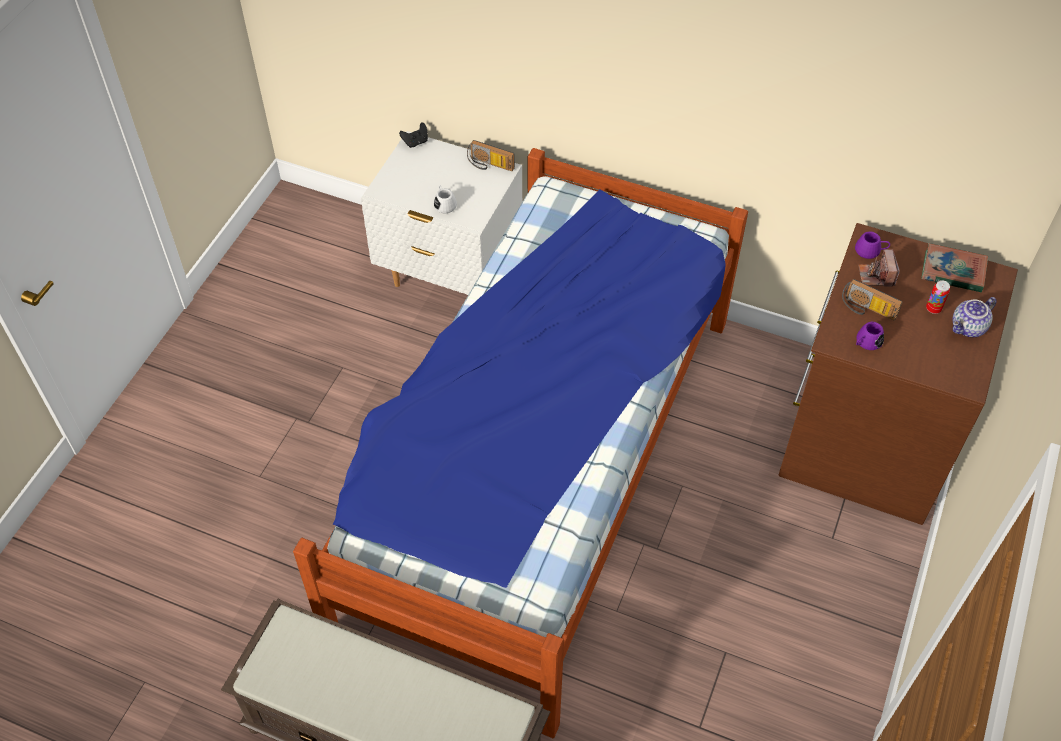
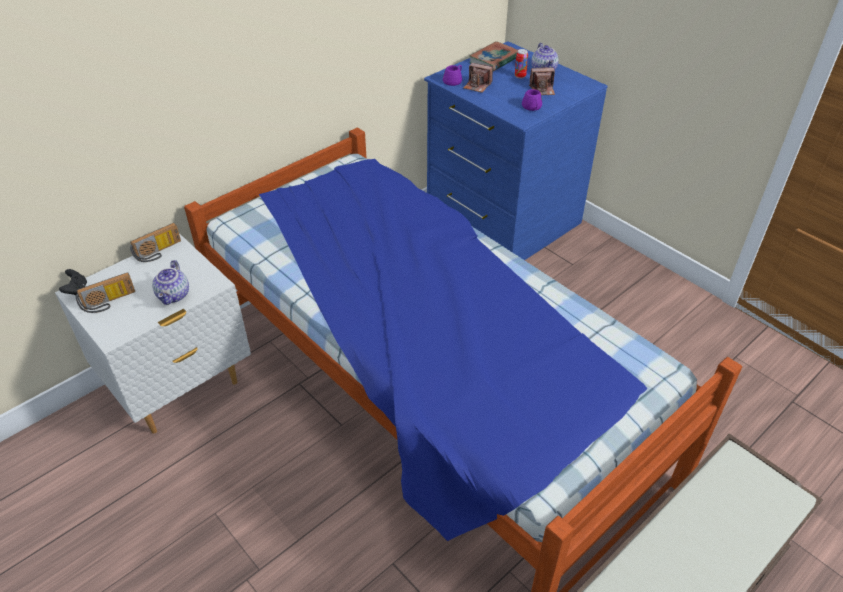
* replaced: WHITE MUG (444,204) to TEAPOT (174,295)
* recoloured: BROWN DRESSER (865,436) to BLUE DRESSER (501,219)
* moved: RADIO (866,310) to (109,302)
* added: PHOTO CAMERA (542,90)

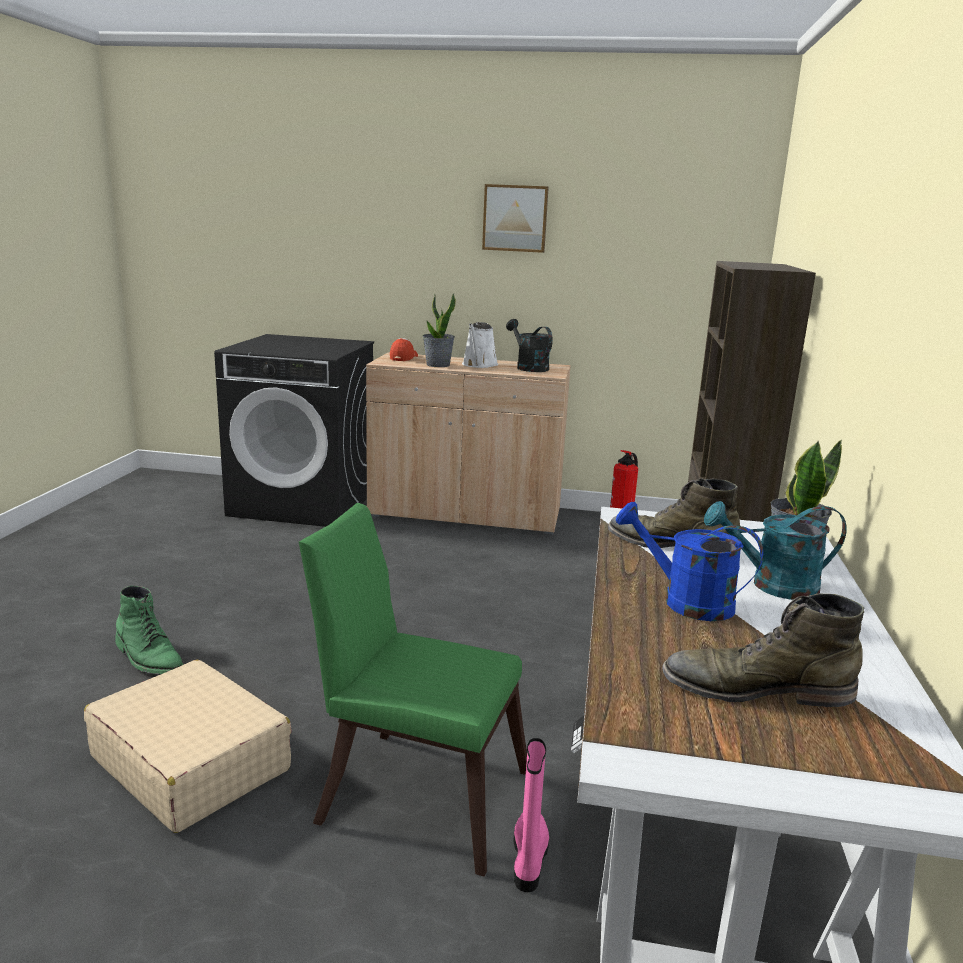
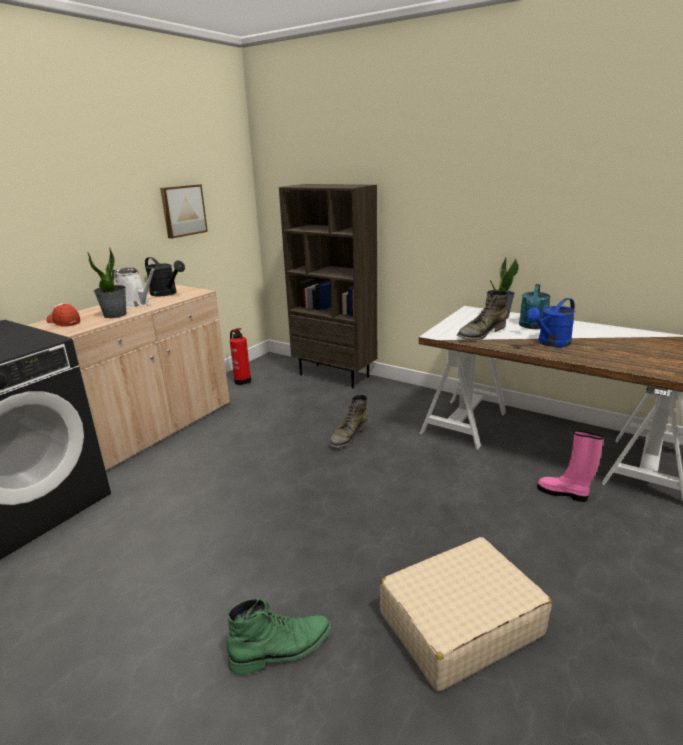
* removed: GREEN CHAIR (414,791)
* moved: PICTURE (515,218) to (183,210)
* turned: BLACK WATERING CAN (528,367) = (167,293) 135 degrees counterclockwise
* moved: GREEN BOOT (755,688) to (348,435)

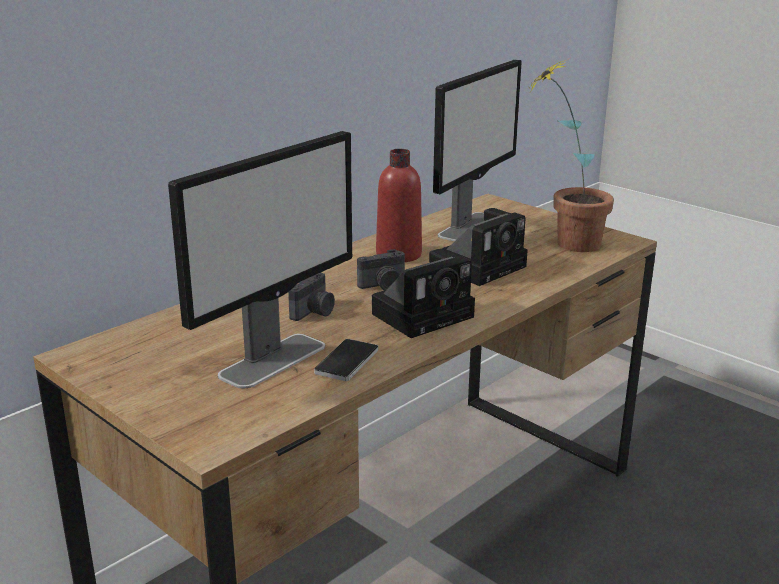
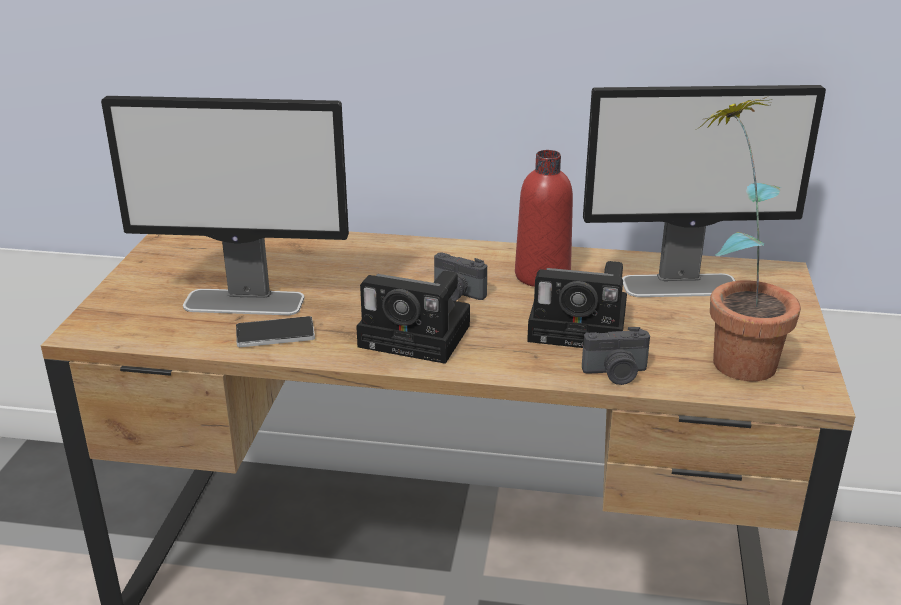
* moved: PHOTO CAMERA (314,312) to (616,374)

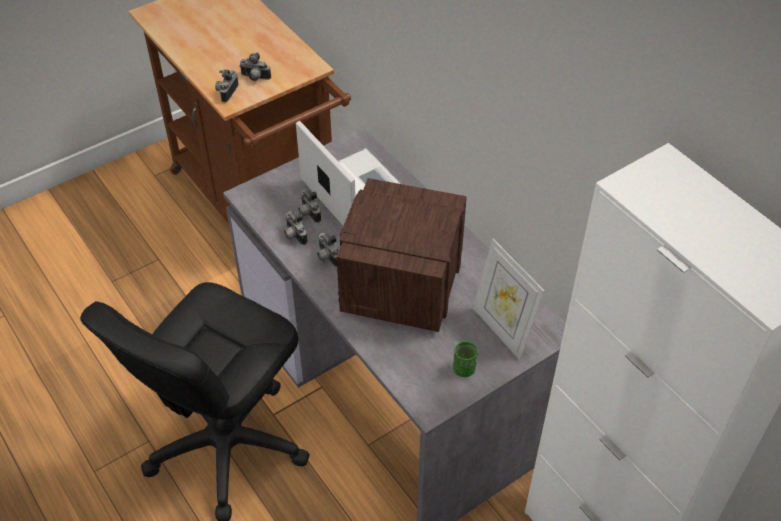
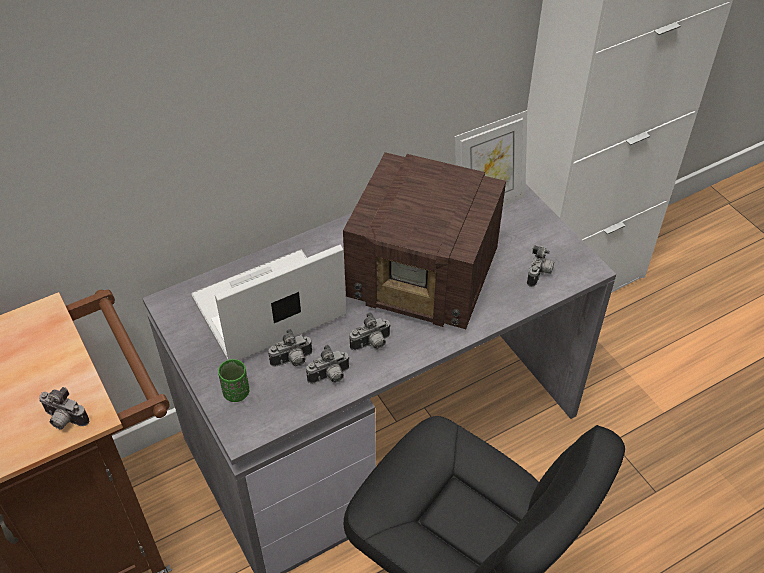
* moved: PHOTO CAMERA (255,78) to (539,274)
* moved: GREEN CUP (464,369) to (236,392)

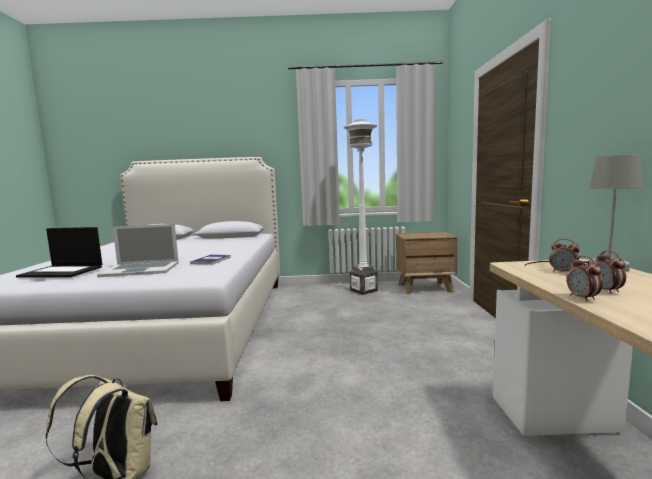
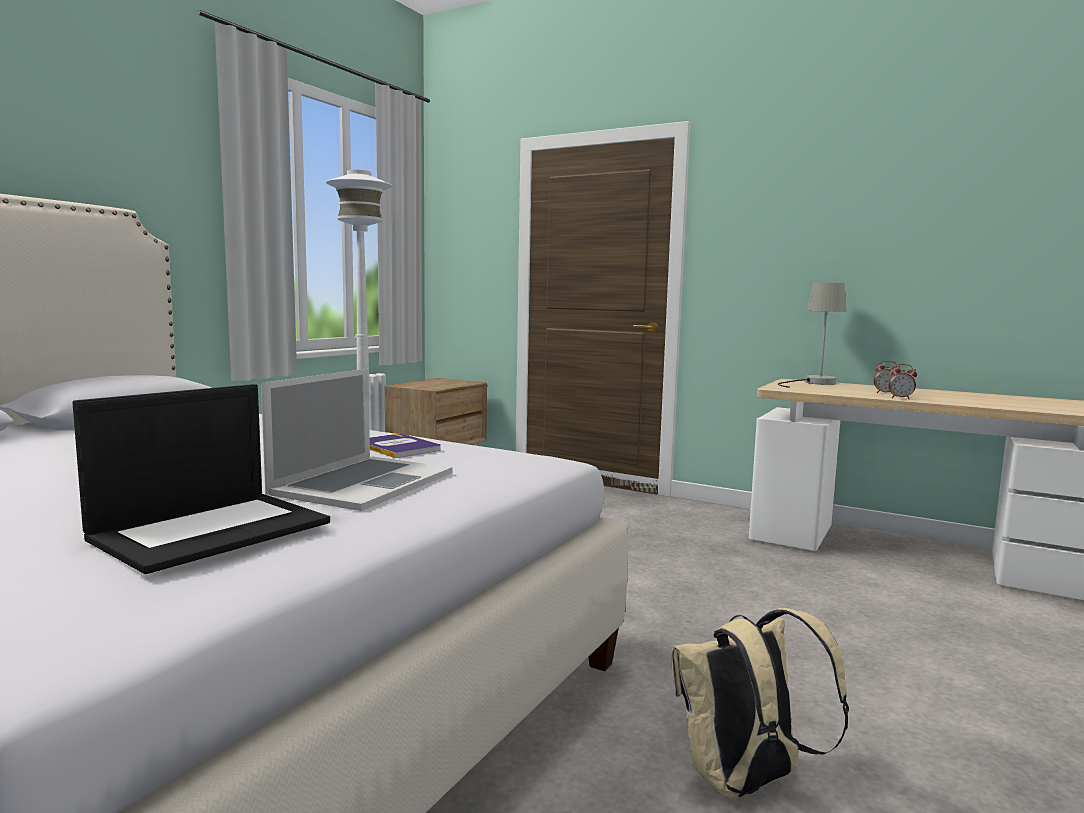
* removed: ALARM CLOCK (563,272)

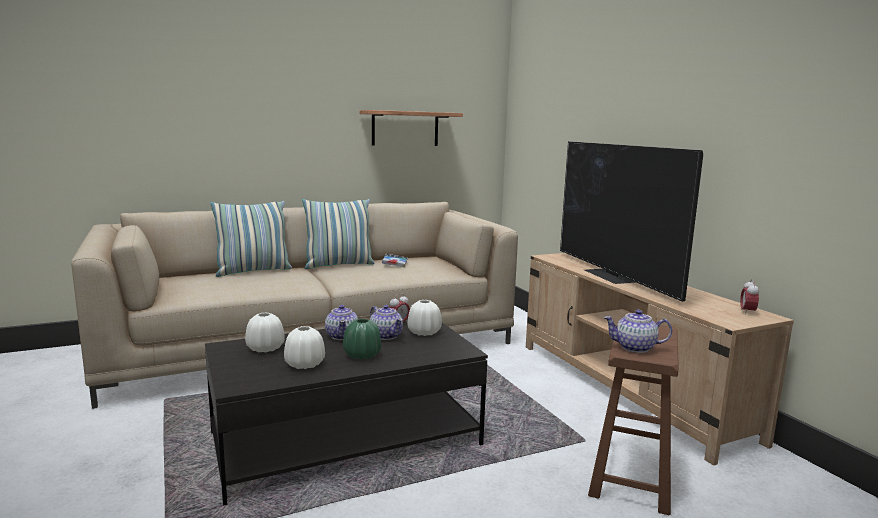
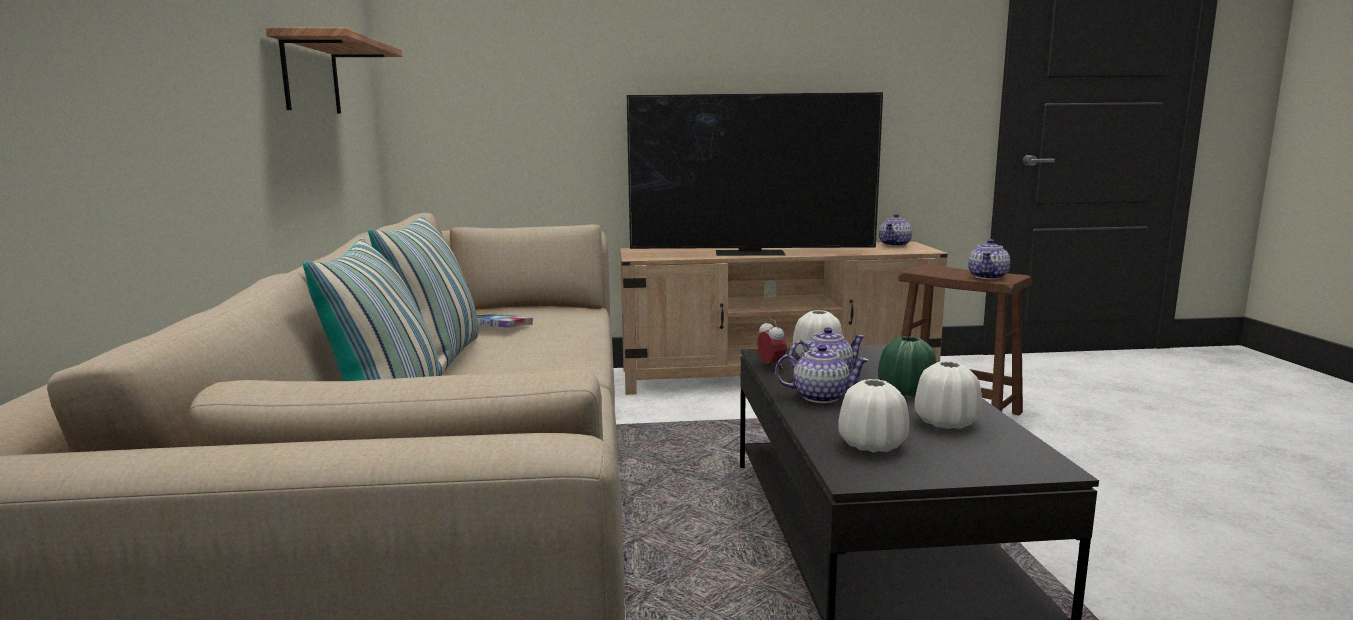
* replaced: ALARM CLOCK (747,312) to TEAPOT (895,244)

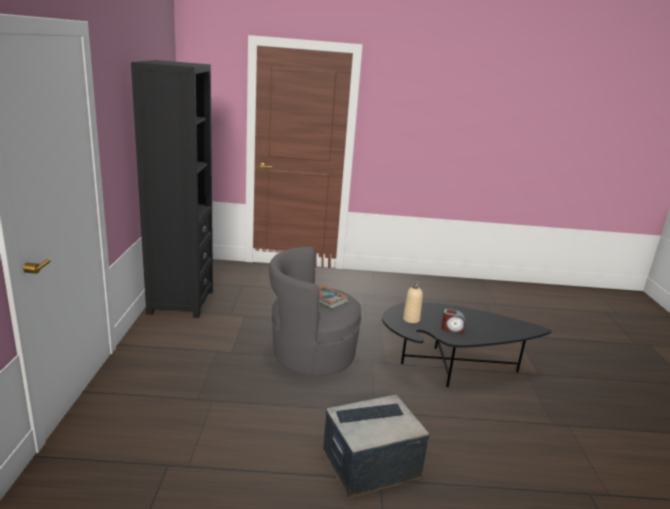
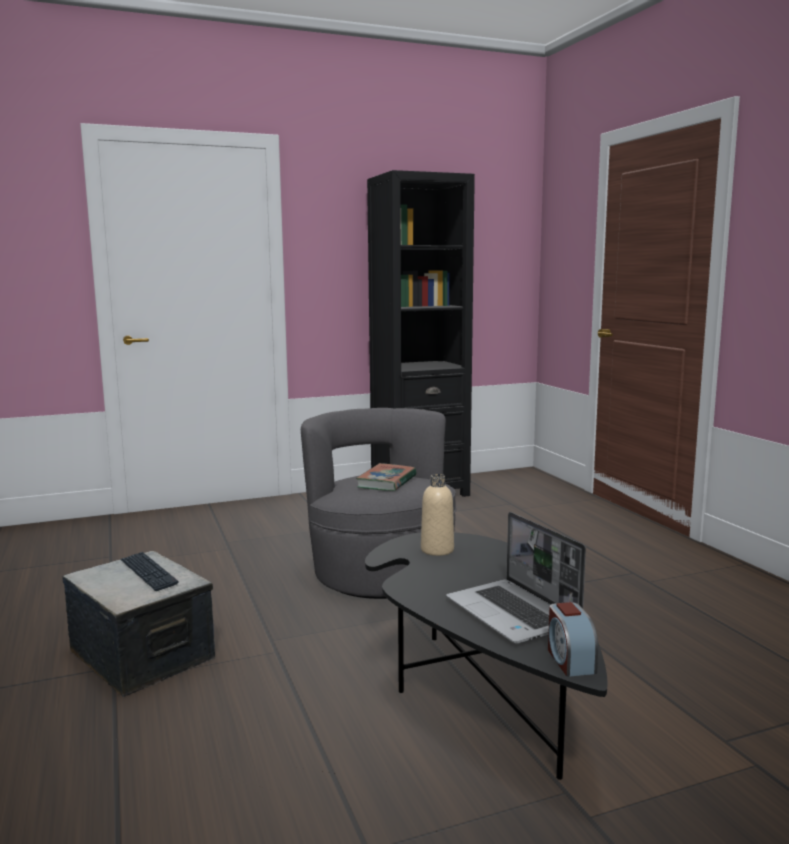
* moved: ALARM CLOCK (452,329) to (570,660)
* added: LAPTOP (514,613)

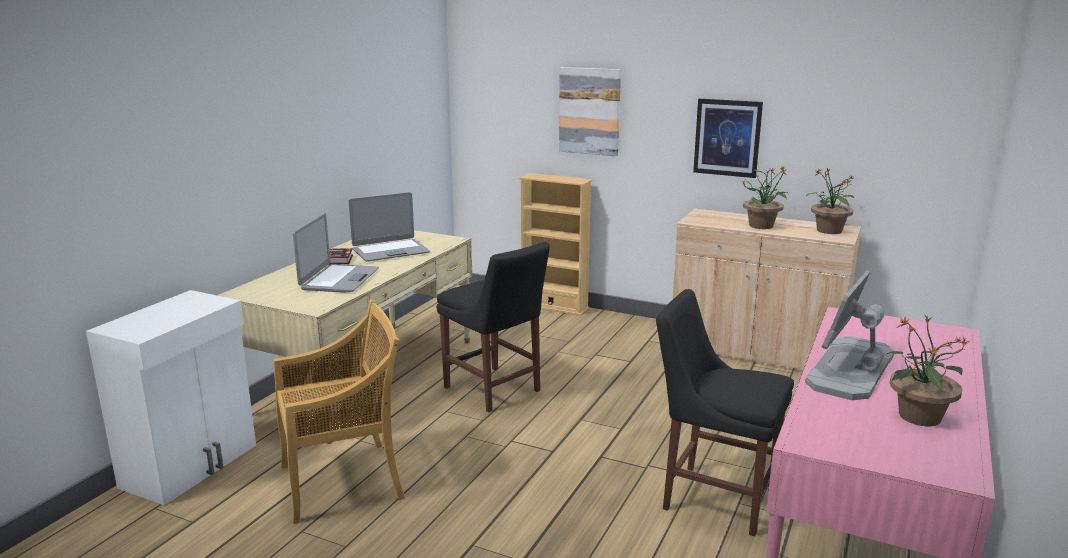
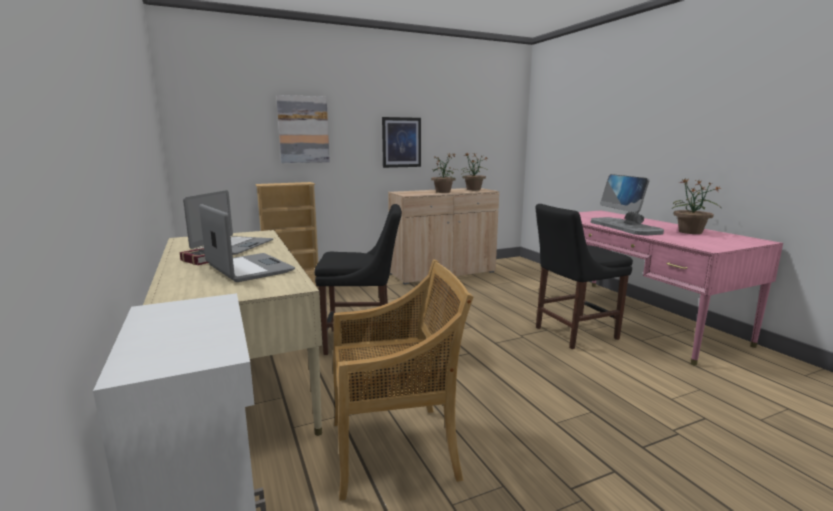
* turned: BEIGE CHAIR (344,481) = (396,448) 60 degrees clockwise

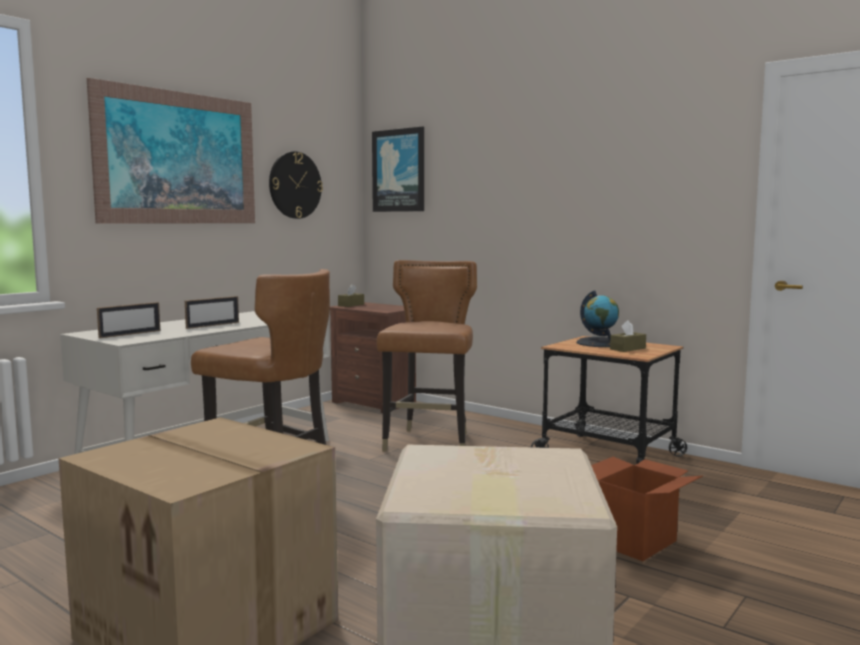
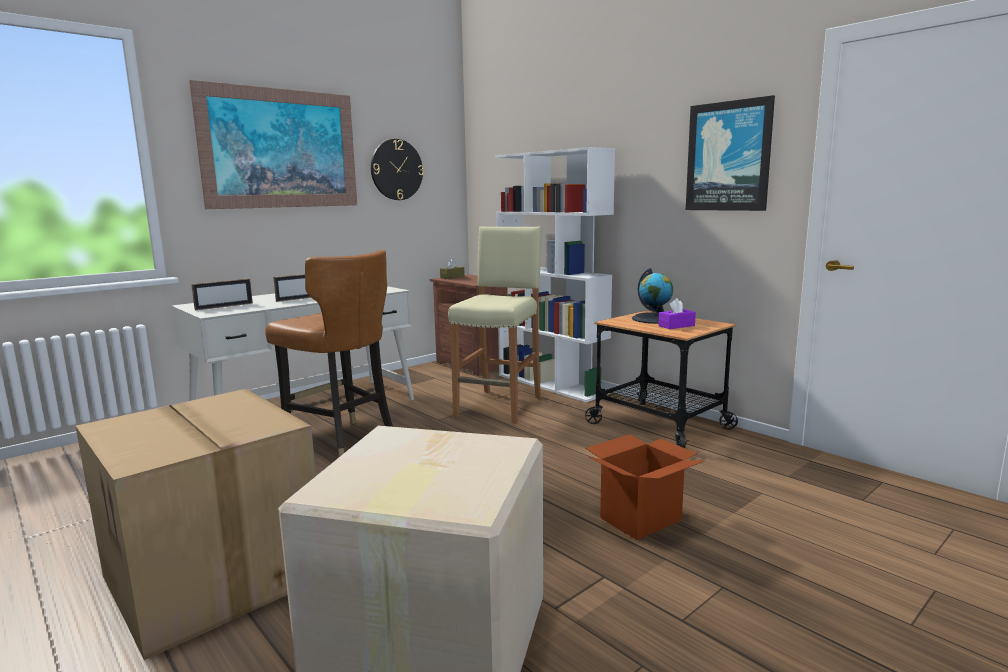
* moved: PICTURE (399,170) to (728,156)
* replaced: BROWN CHAIR (430,443) to BEIGE STOOL (500,406)
* recoloured: BROWN TISSUE BOX (627,349) to PURPLE TISSUE BOX (676,326)
* added: WHITE BOOKCASE (552,384)

